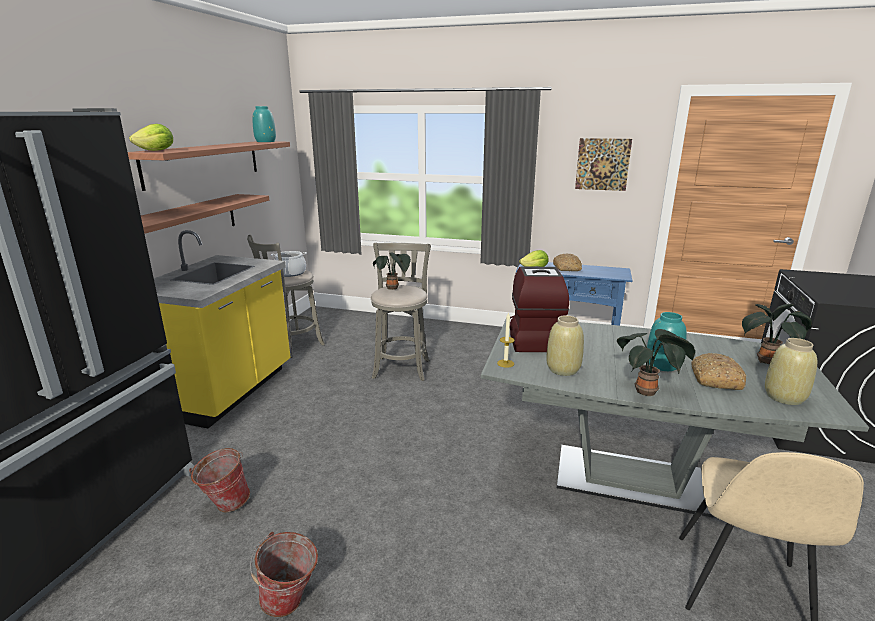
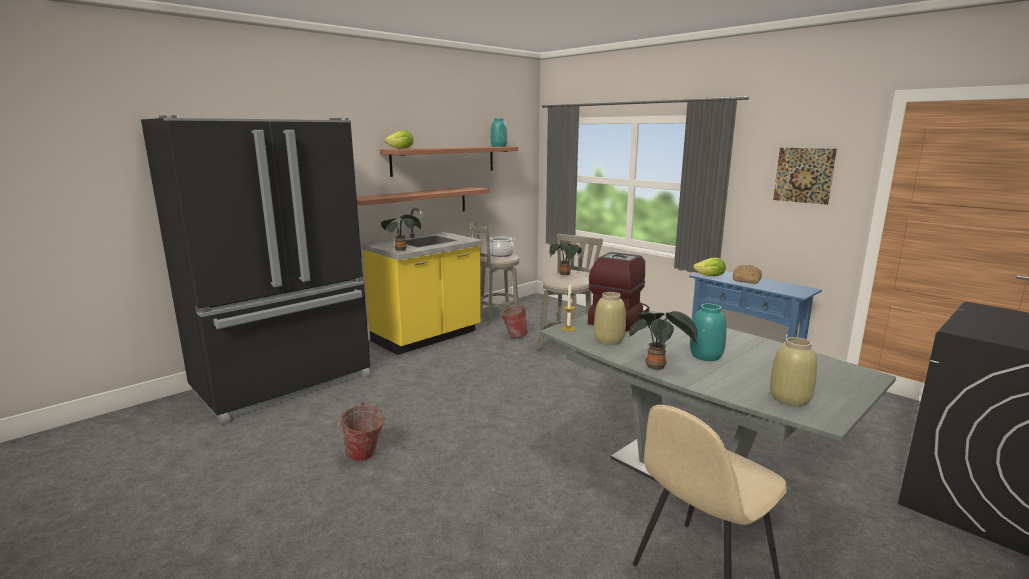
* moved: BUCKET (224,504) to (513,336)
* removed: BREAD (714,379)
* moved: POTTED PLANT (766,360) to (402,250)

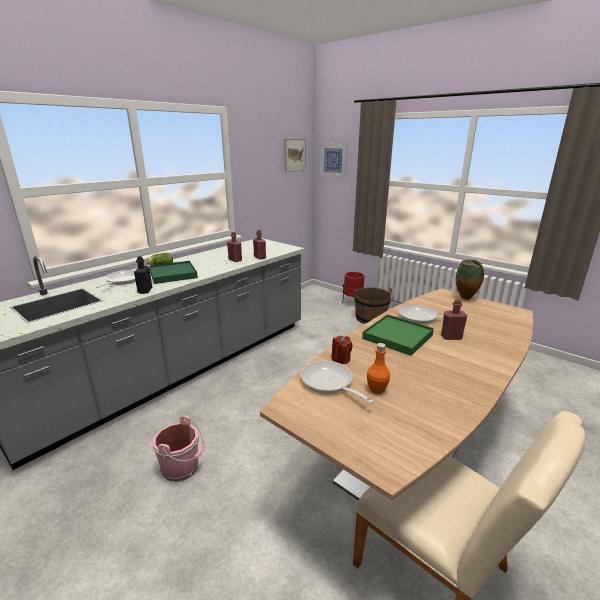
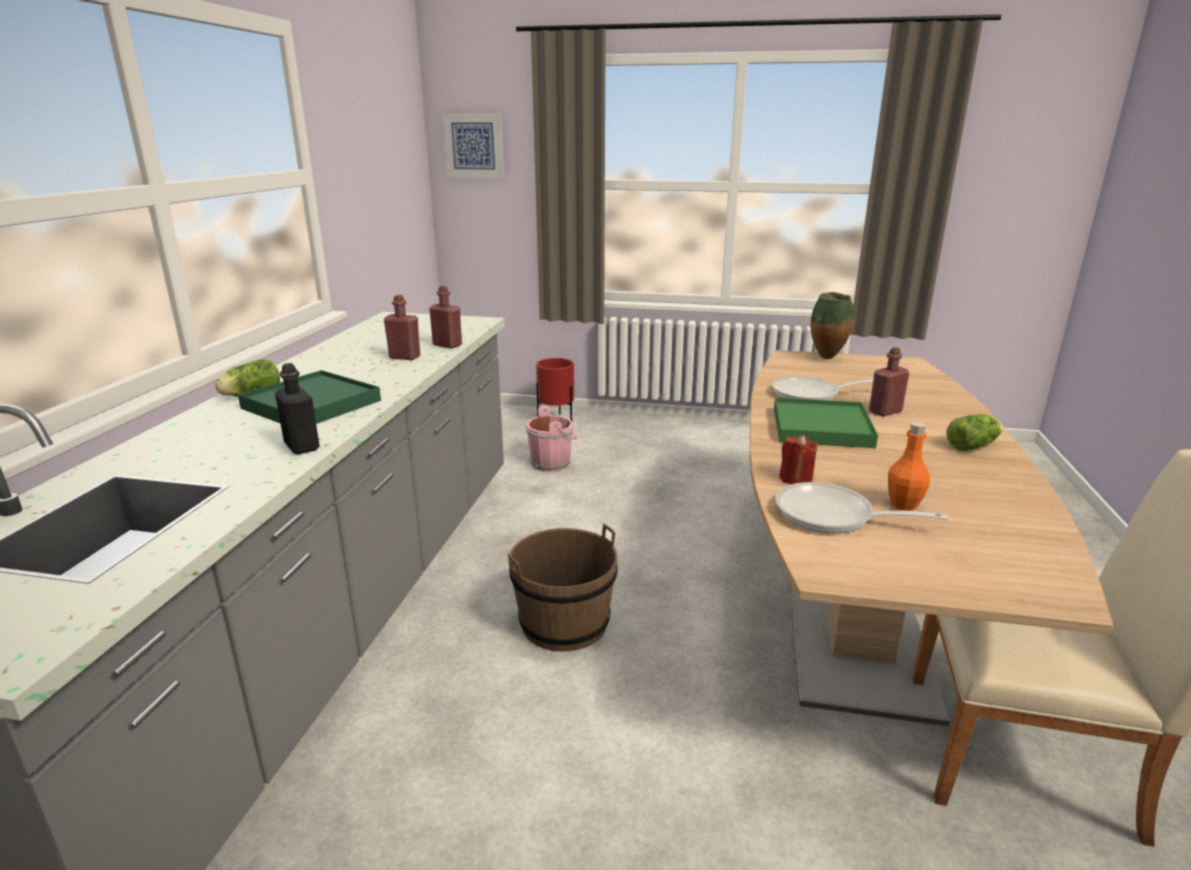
* removed: FRYING PAN (122,281)
* moved: PINK BUCKET (182,467) to (552,463)
* removed: PICTURE (294,155)
* moved: BROWN BUCKET (370,318) to (564,624)
* added: LETTUCE (974,445)

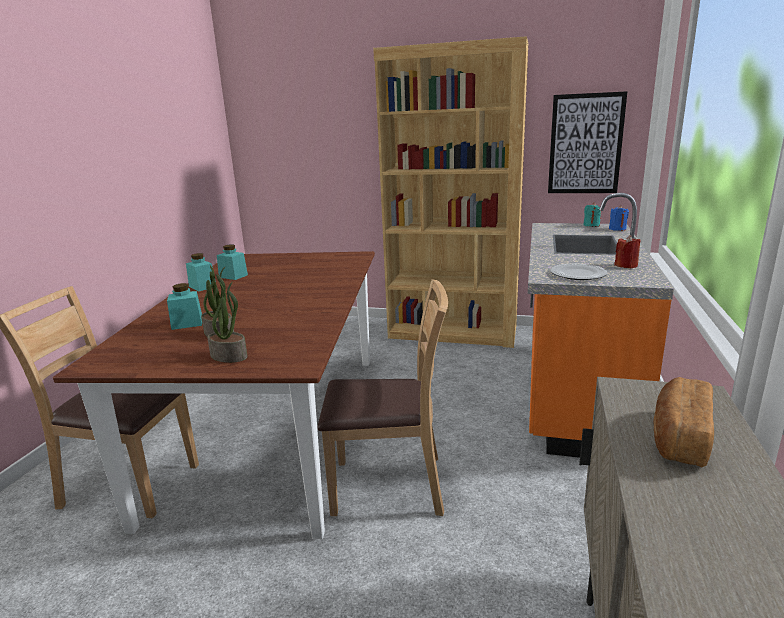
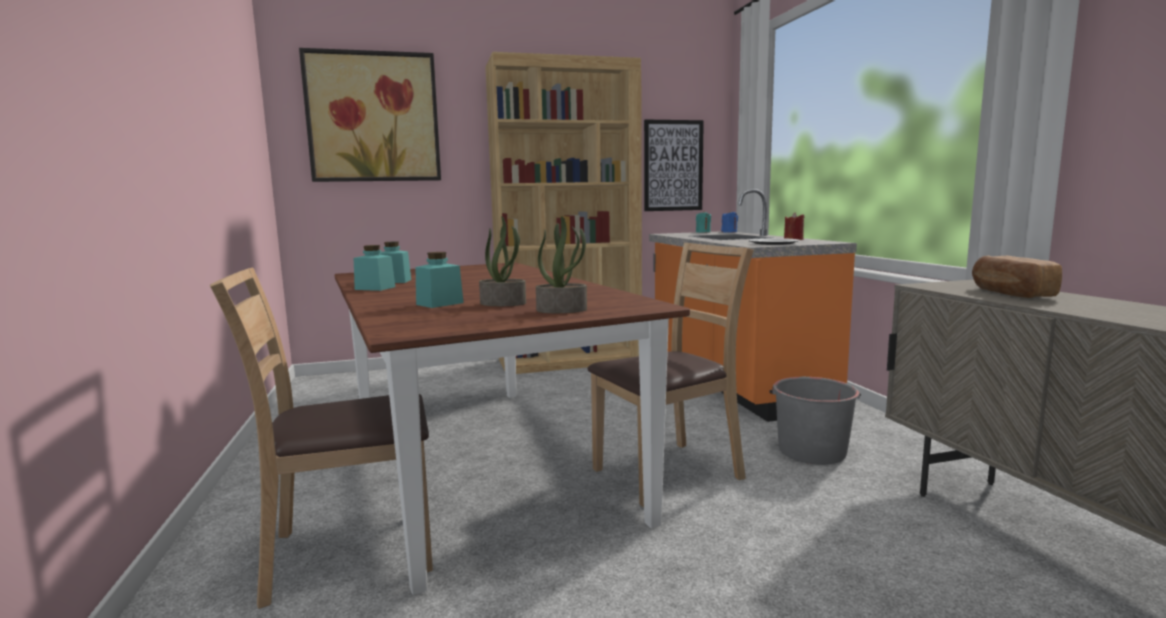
* added: PICTURE (373,117)
* added: GREY BUCKET (811,451)

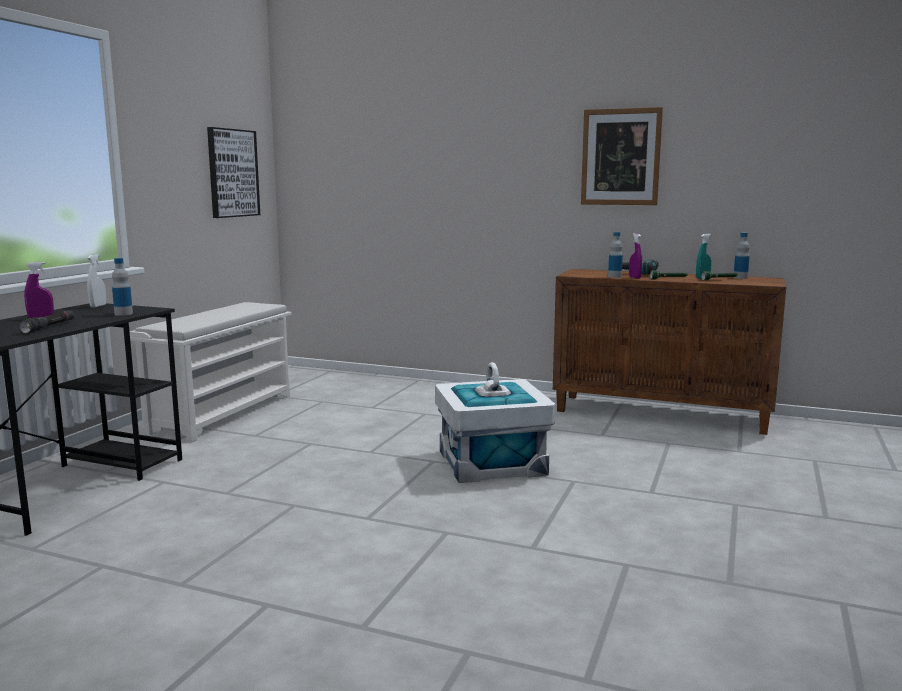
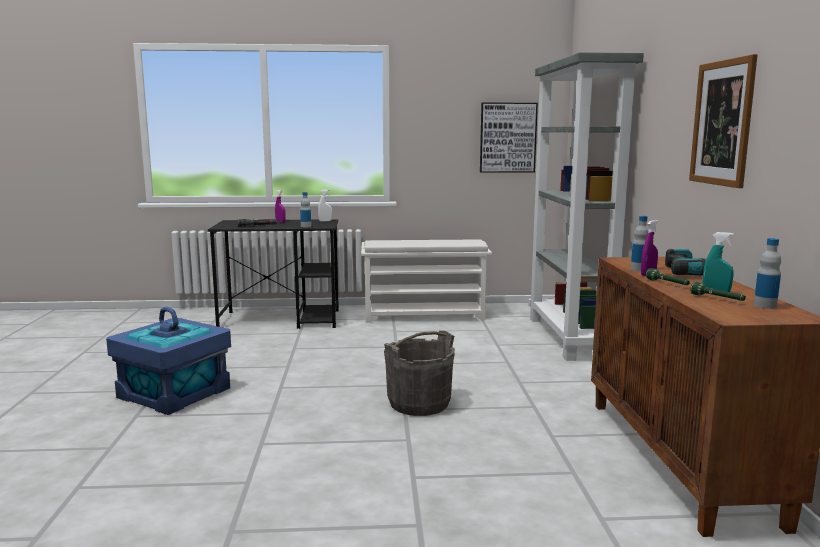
* replaced: WHITE STORAGE BOX (492,462) to GREY BUCKET (419,403)
* added: BLUE STORAGE BOX (173,393)
* added: GREY BOOKCASE (570,337)

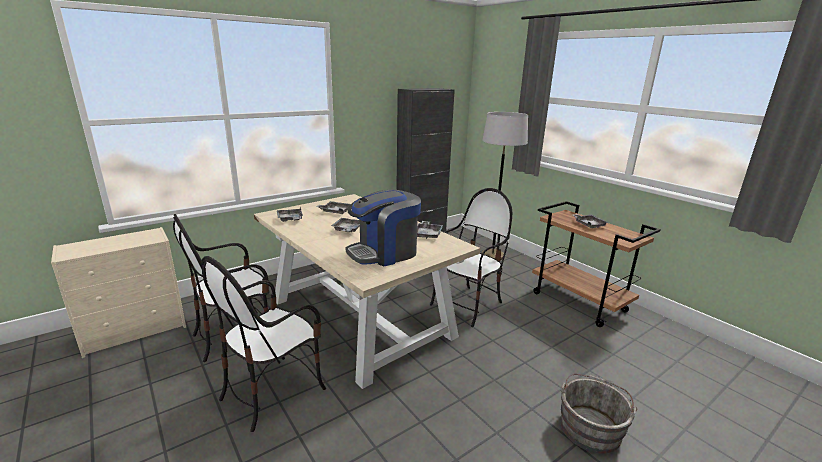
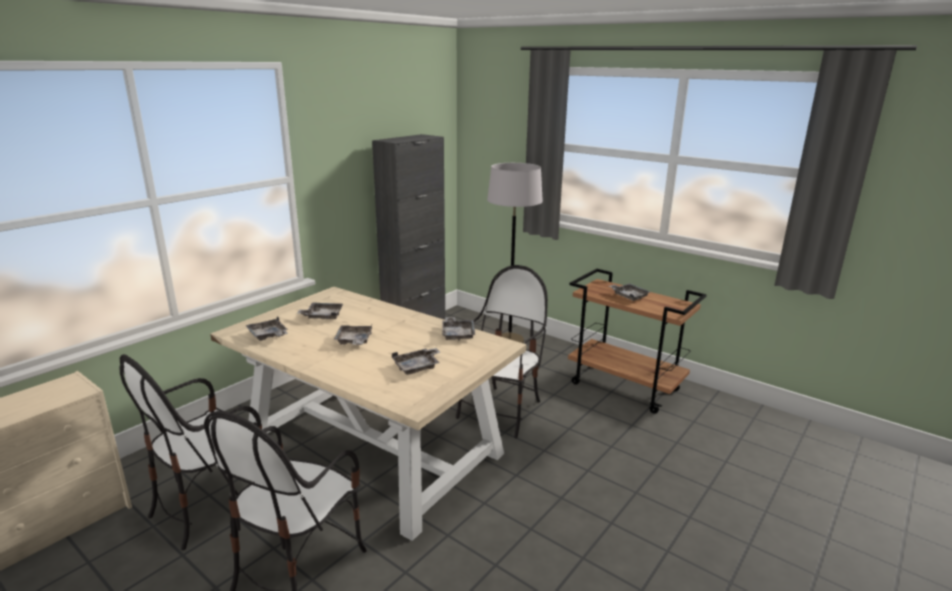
* replaced: COFFEE MACHINE (384,253) to GREY TRAY (417,367)
* removed: GREY BUCKET (590,426)

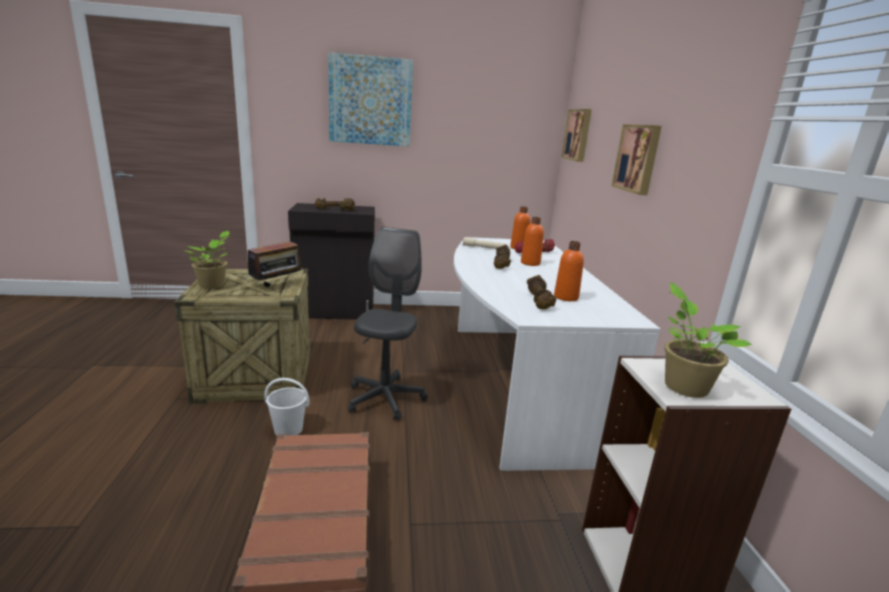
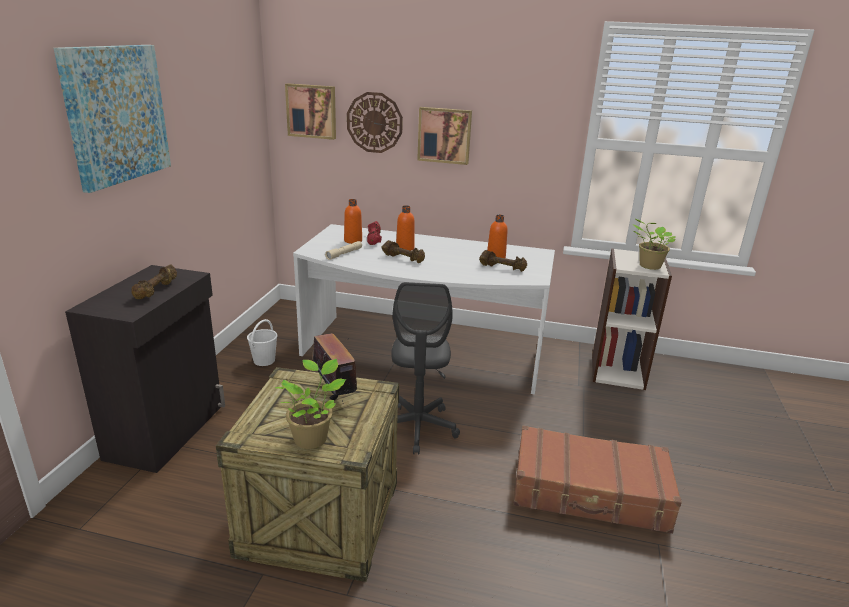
* moved: WHITE BUCKET (288,429) to (264,361)
* turned: GREY OFFICE CHAIR (385,399) = (418,428) 120 degrees counterclockwise
* added: WALL CLOCK (374,122)

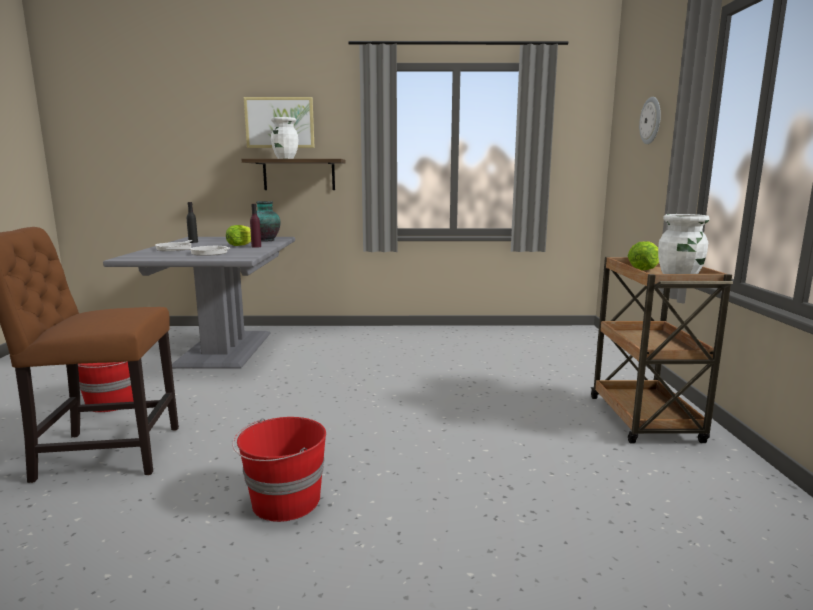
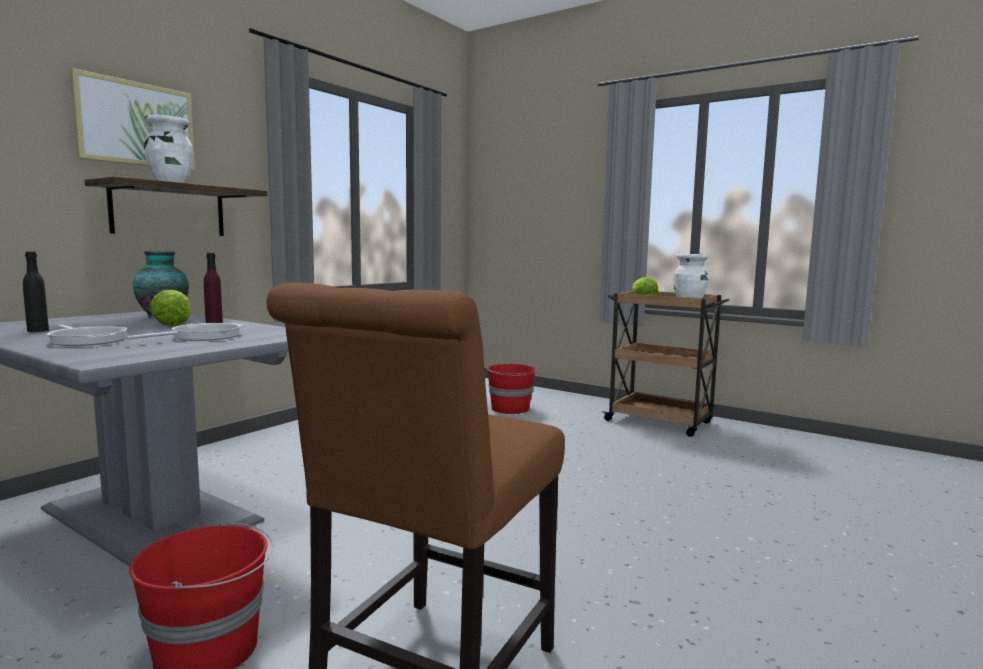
* moved: RED BUCKET (284,502) to (510,409)
* removed: WALL CLOCK (651,120)

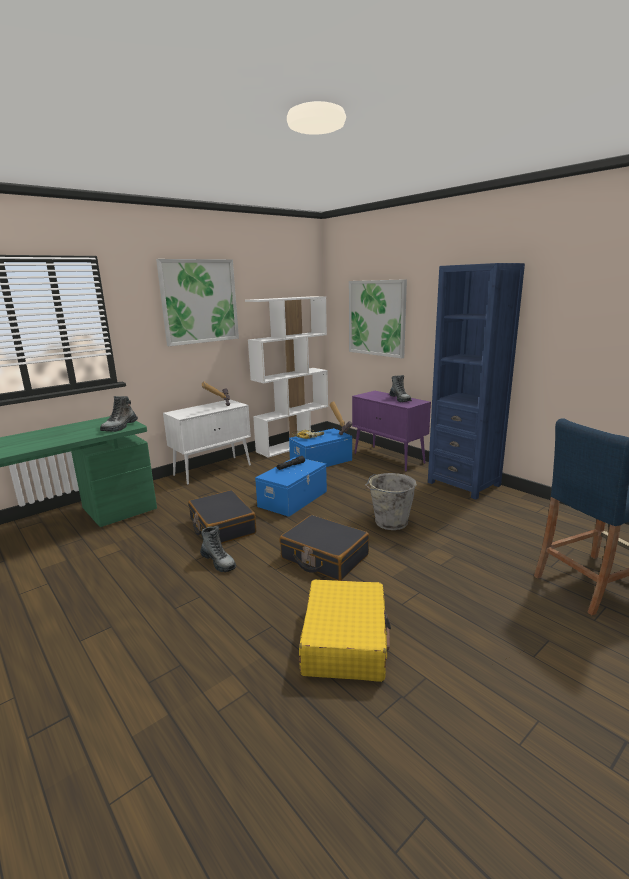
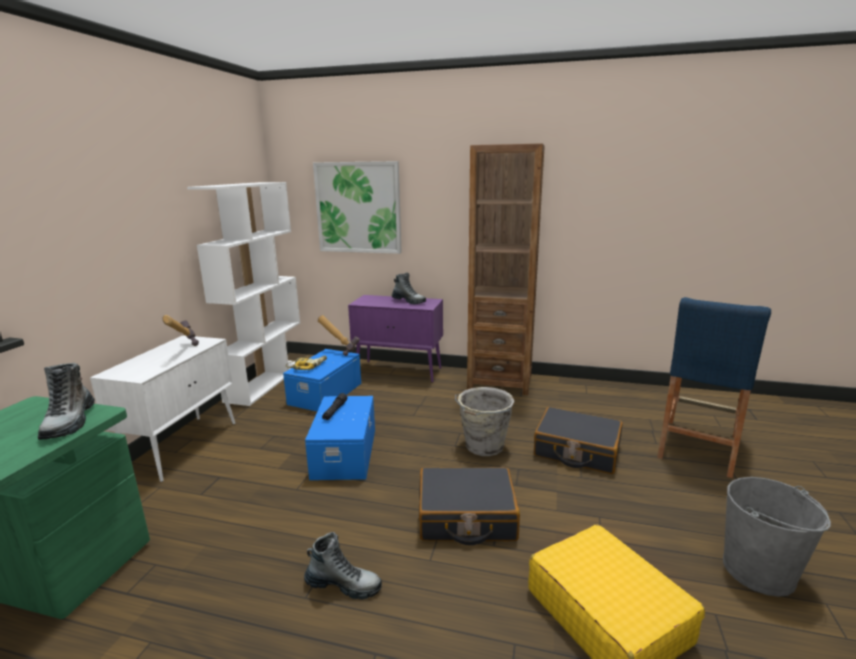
* removed: PICTURE (199,301)
* moved: BLACK SUITCASE (222,527) to (577,450)
* recoloured: BLUE BOOKCASE (464,484) to BROWN BOOKCASE (500,381)
* added: GREY BUCKET (759,571)

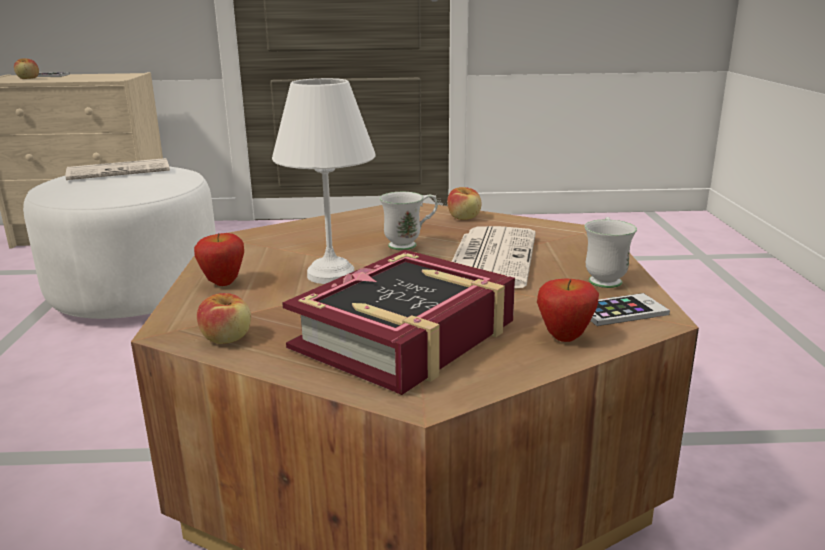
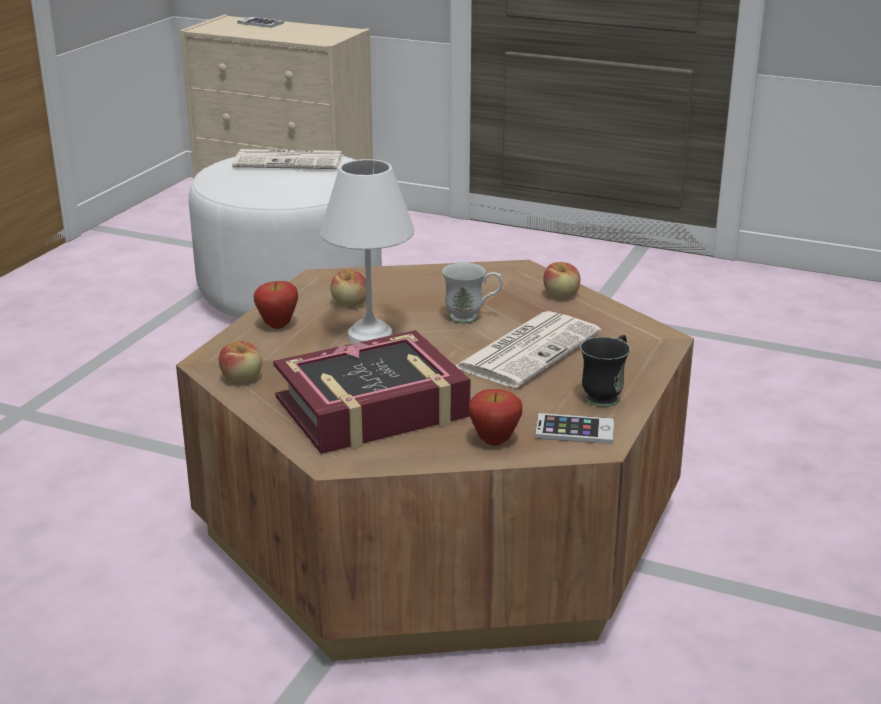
* moved: APPLE (28,78) to (350,303)
* recoloured: WHITE MUG (604,278) to BLACK MUG (606,395)

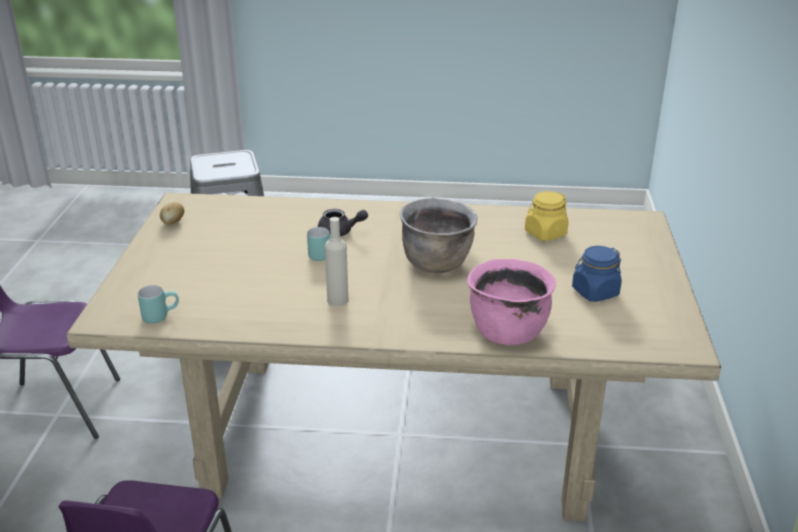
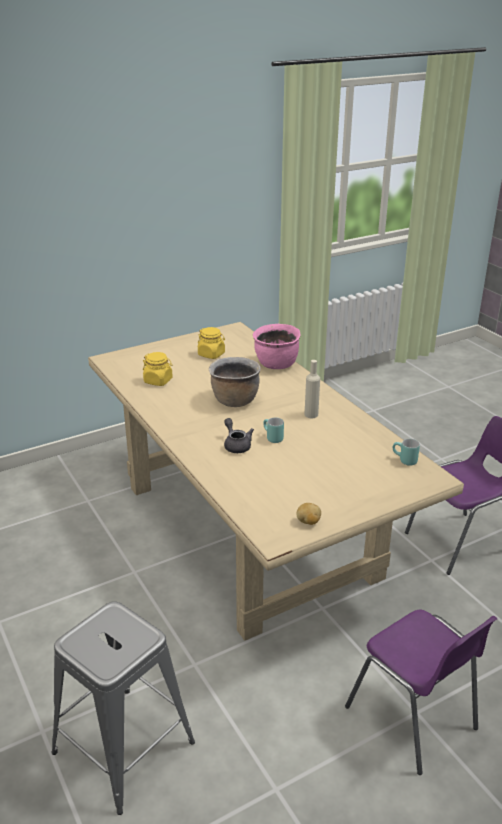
* recoloured: BLUE JAR (595,292) to YELLOW JAR (211,354)

